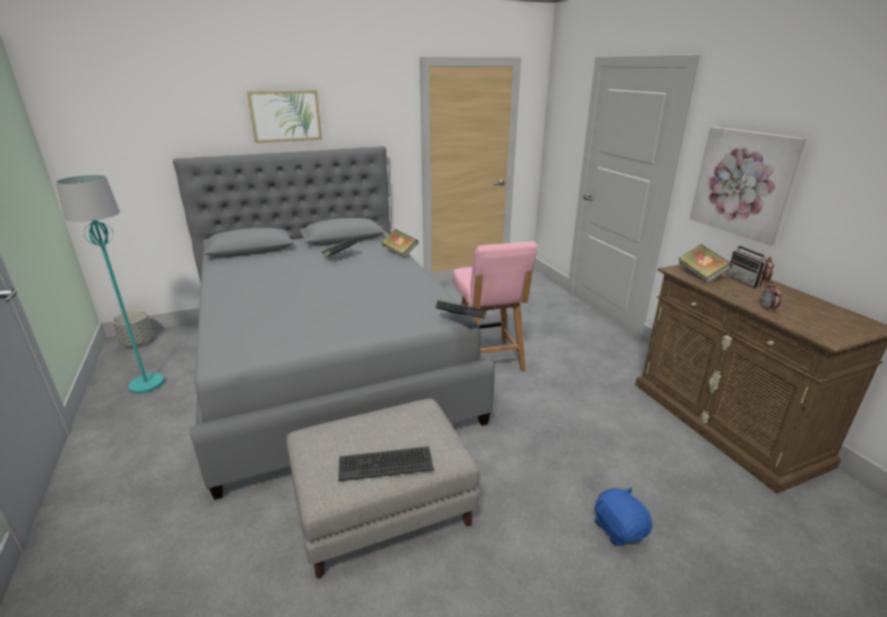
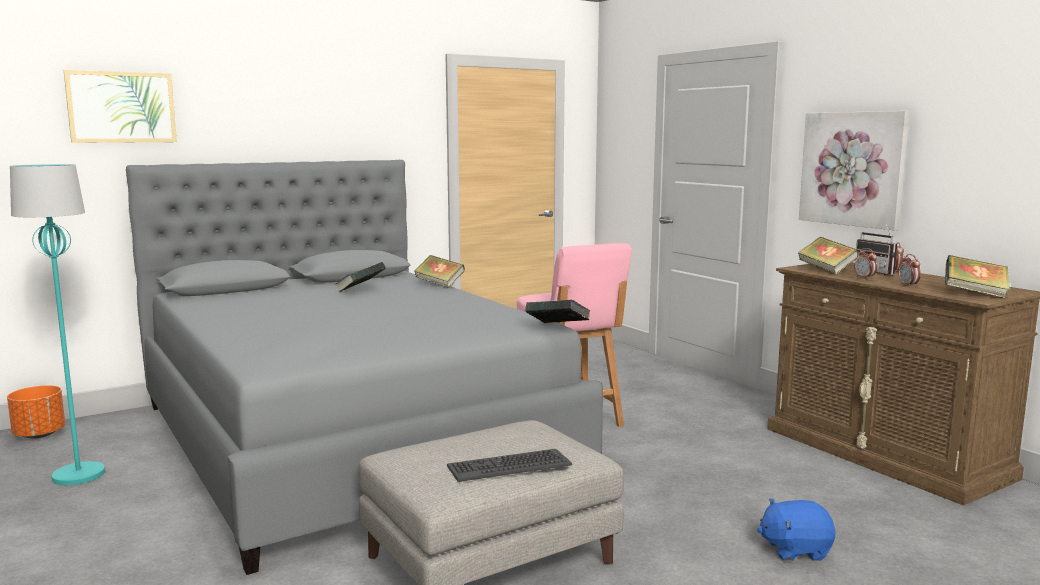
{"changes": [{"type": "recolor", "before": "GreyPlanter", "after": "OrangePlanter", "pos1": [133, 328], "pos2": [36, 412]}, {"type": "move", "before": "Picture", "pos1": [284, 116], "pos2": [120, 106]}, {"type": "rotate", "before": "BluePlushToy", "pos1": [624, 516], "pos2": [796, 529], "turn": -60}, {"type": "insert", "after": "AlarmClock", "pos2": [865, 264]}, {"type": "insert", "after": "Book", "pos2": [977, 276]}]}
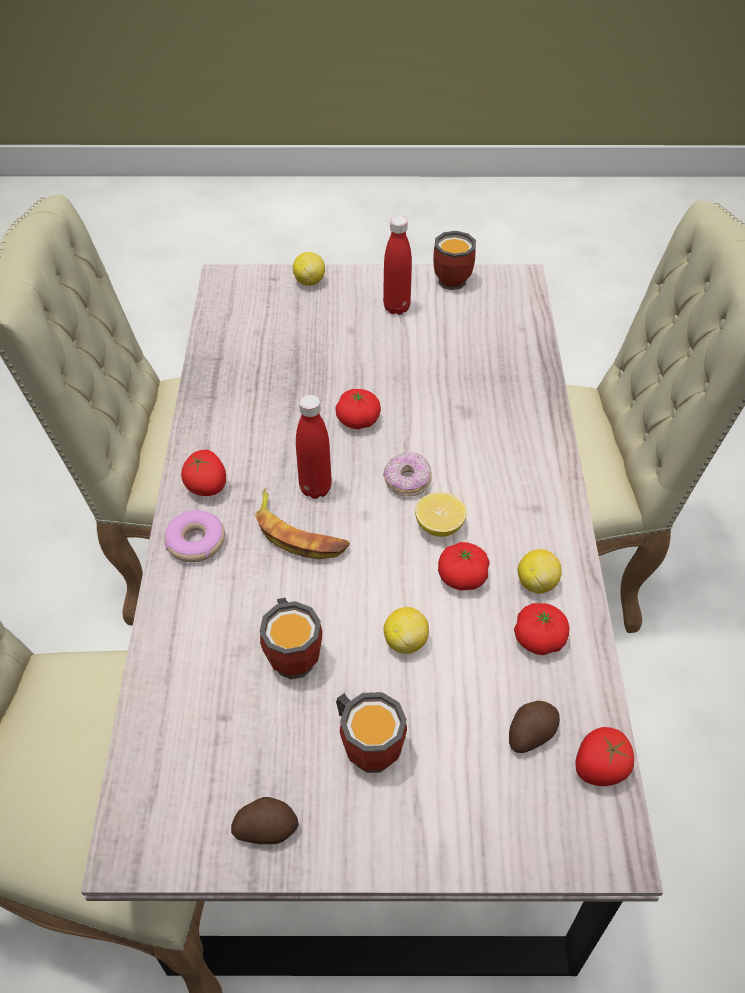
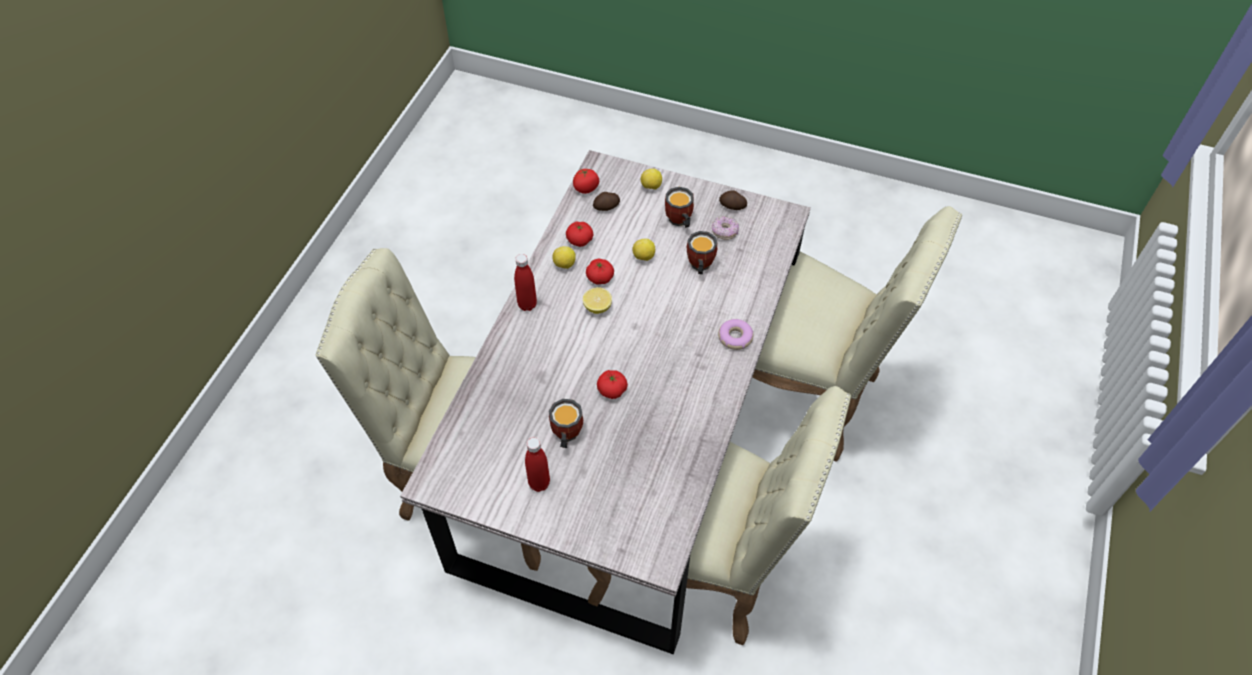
{"changes": [{"type": "delete", "before": "Tomato", "pos1": [203, 473]}, {"type": "delete", "before": "Banana", "pos1": [302, 523]}, {"type": "move", "before": "Lemon", "pos1": [309, 269], "pos2": [651, 179]}, {"type": "move", "before": "RedBottle", "pos1": [314, 447], "pos2": [525, 282]}, {"type": "move", "before": "Donut", "pos1": [407, 473], "pos2": [725, 228]}, {"type": "move", "before": "Mug", "pos1": [454, 260], "pos2": [566, 423]}]}
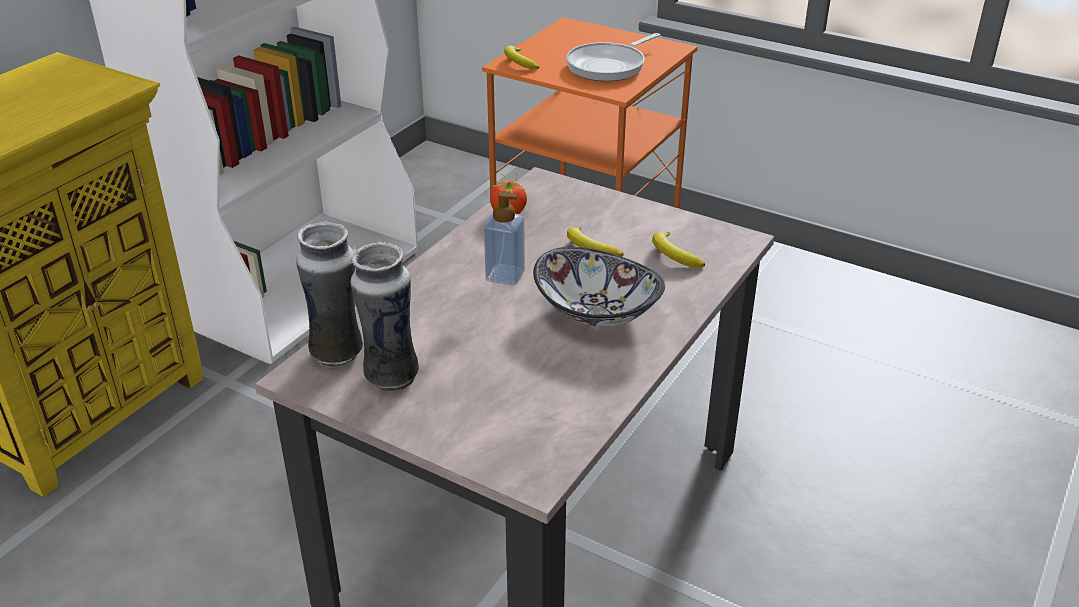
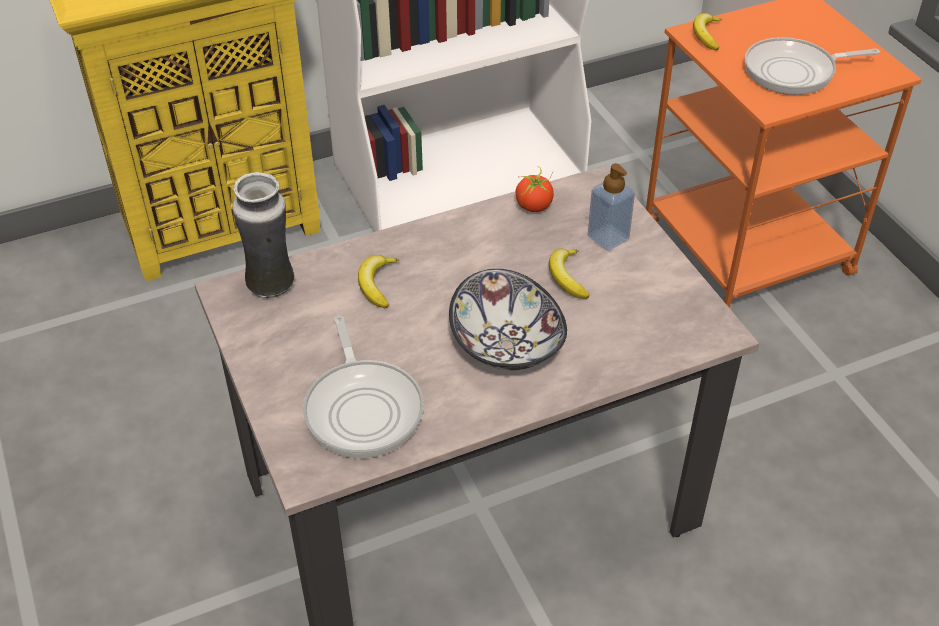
{"changes": [{"type": "delete", "before": "Vase", "pos1": [385, 317]}, {"type": "move", "before": "SoapDispenser", "pos1": [504, 238], "pos2": [611, 207]}, {"type": "move", "before": "Banana", "pos1": [678, 250], "pos2": [378, 281]}, {"type": "insert", "after": "FryingPan", "pos2": [363, 387]}]}
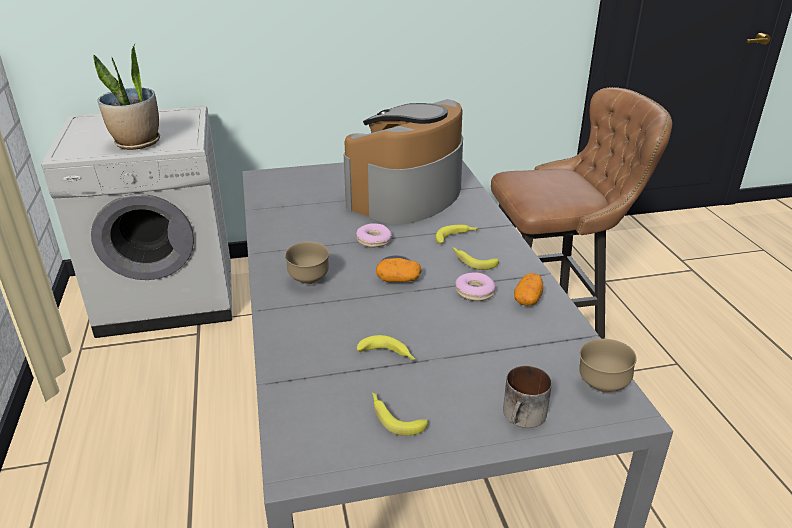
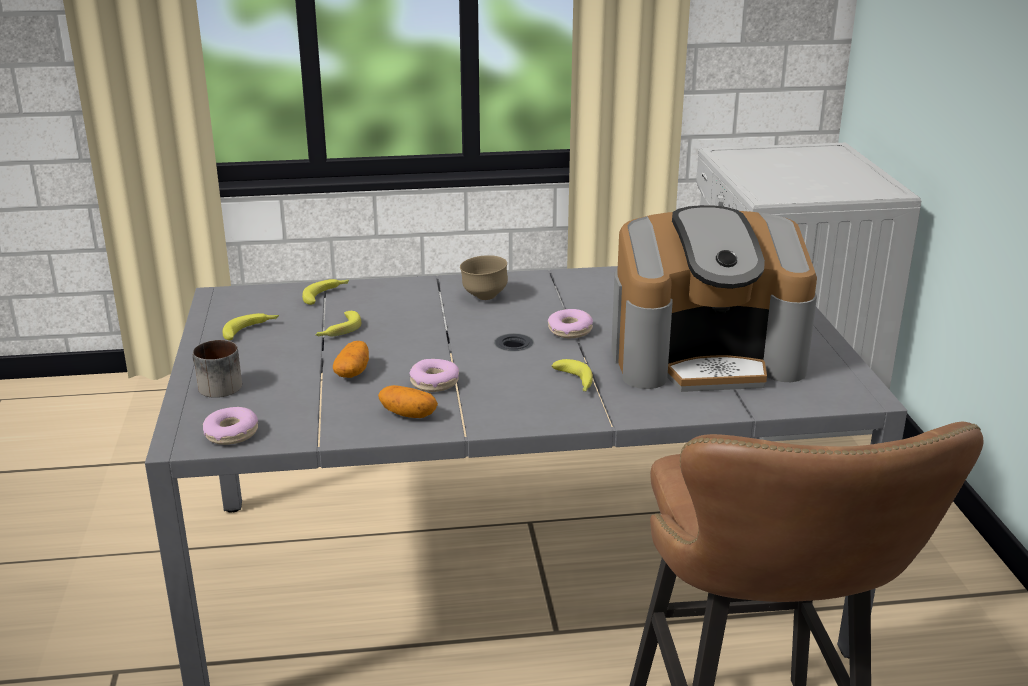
{"changes": [{"type": "delete", "before": "PottedPlant", "pos1": [126, 97]}, {"type": "rotate", "before": "CoffeeMachine", "pos1": [403, 161], "pos2": [714, 298], "turn": 135}, {"type": "move", "before": "Potato", "pos1": [398, 270], "pos2": [351, 359]}, {"type": "move", "before": "Banana", "pos1": [475, 258], "pos2": [325, 292]}, {"type": "replace", "before": "BrownBowl", "after": "Donut", "pos1": [608, 366], "pos2": [230, 426]}]}
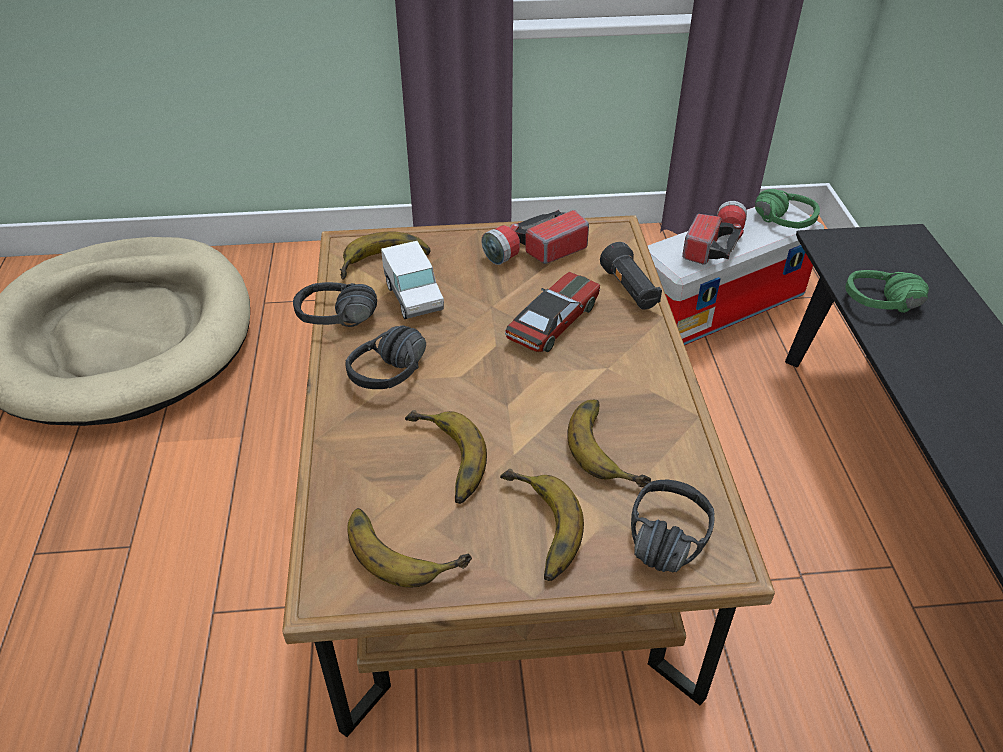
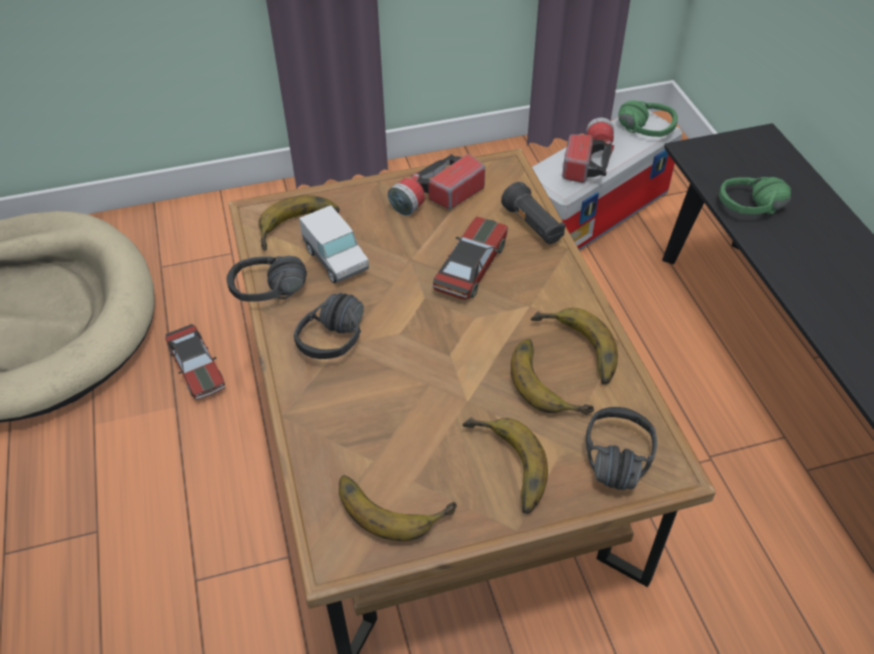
{"changes": [{"type": "move", "before": "Banana", "pos1": [446, 457], "pos2": [574, 346]}, {"type": "insert", "after": "ToyCar", "pos2": [195, 362]}]}
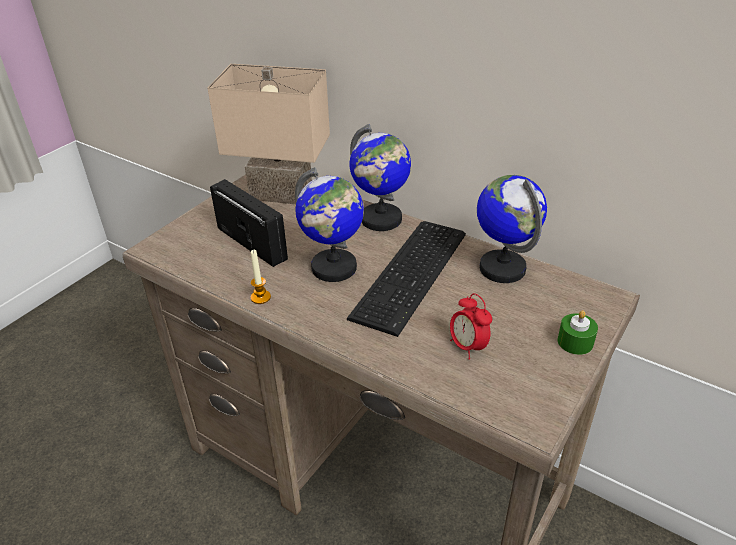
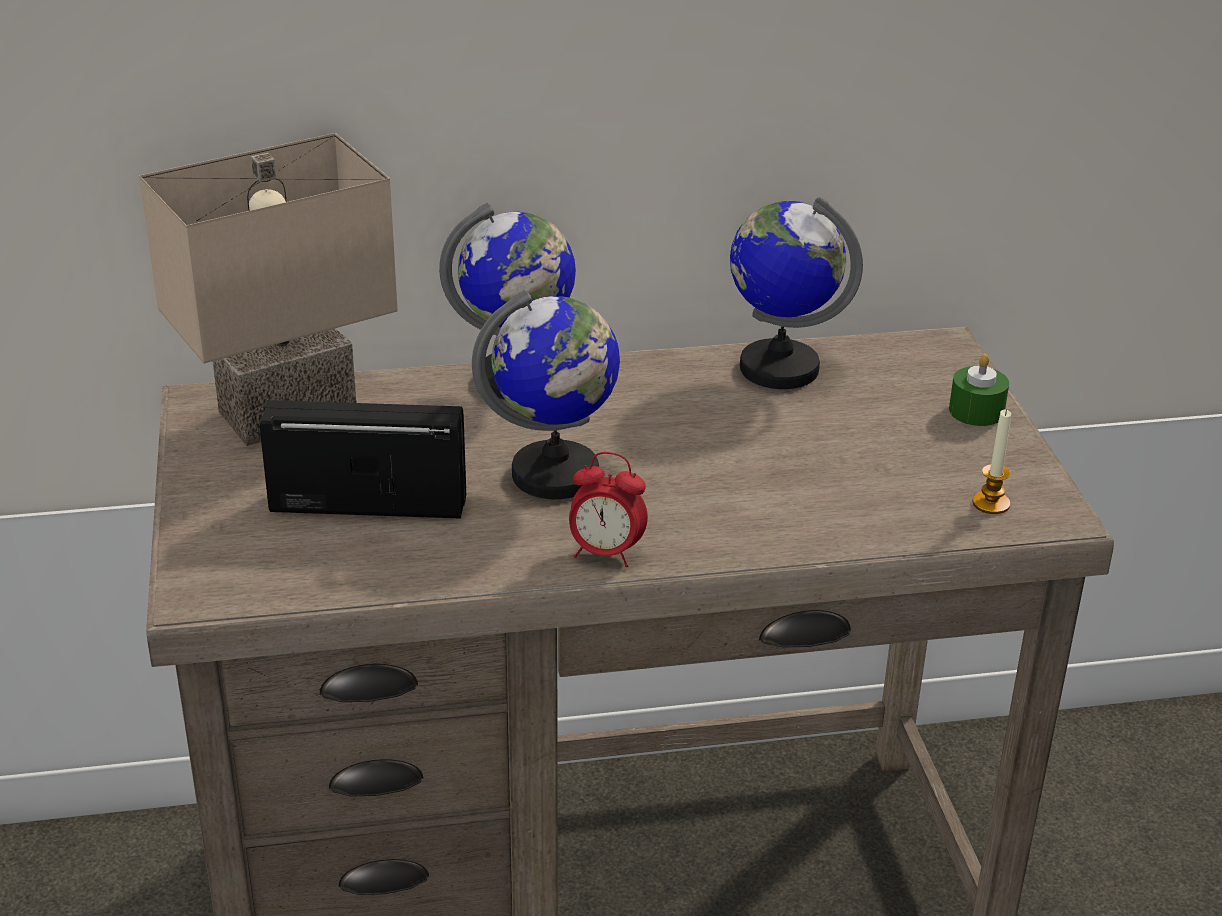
{"changes": [{"type": "move", "before": "Candle", "pos1": [261, 277], "pos2": [991, 461]}, {"type": "delete", "before": "Keyboard", "pos1": [406, 279]}, {"type": "move", "before": "AlarmClock", "pos1": [471, 326], "pos2": [608, 509]}]}
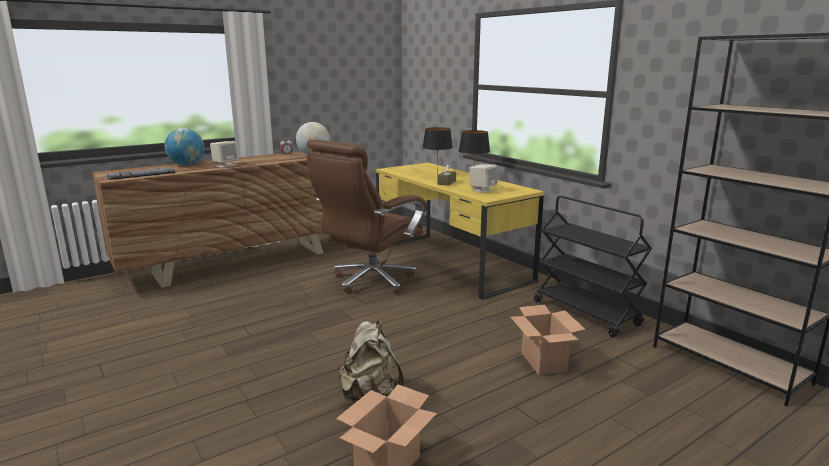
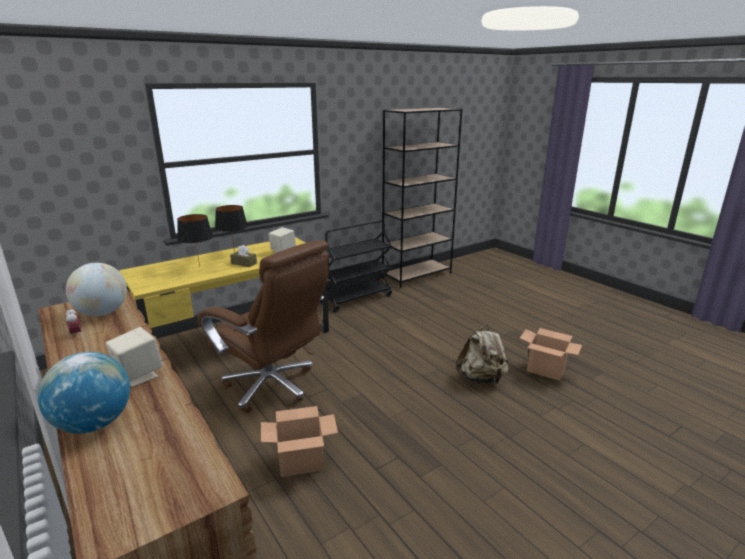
{"changes": [{"type": "delete", "before": "Keyboard", "pos1": [140, 173]}, {"type": "move", "before": "CardboardBox", "pos1": [548, 340], "pos2": [299, 441]}]}
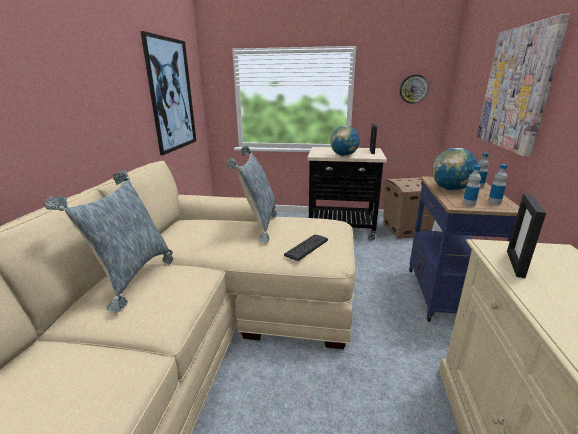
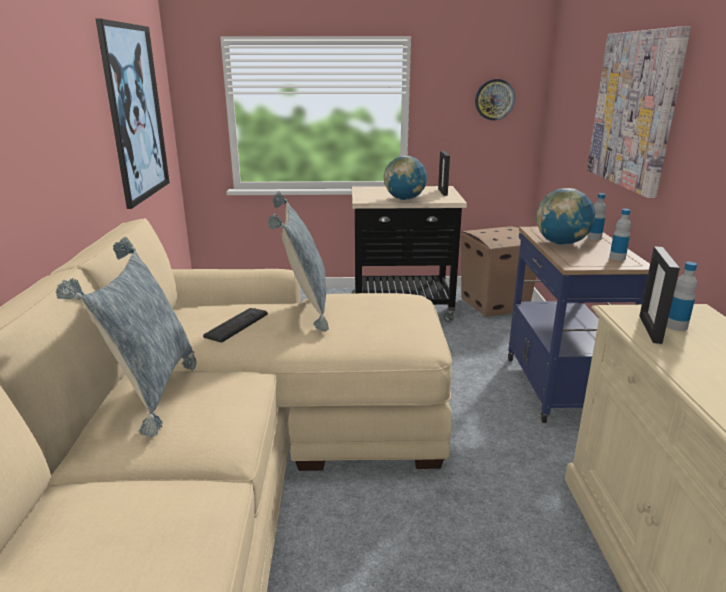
{"changes": [{"type": "move", "before": "Keyboard", "pos1": [306, 247], "pos2": [235, 325]}, {"type": "move", "before": "Bottle", "pos1": [472, 185], "pos2": [681, 296]}]}
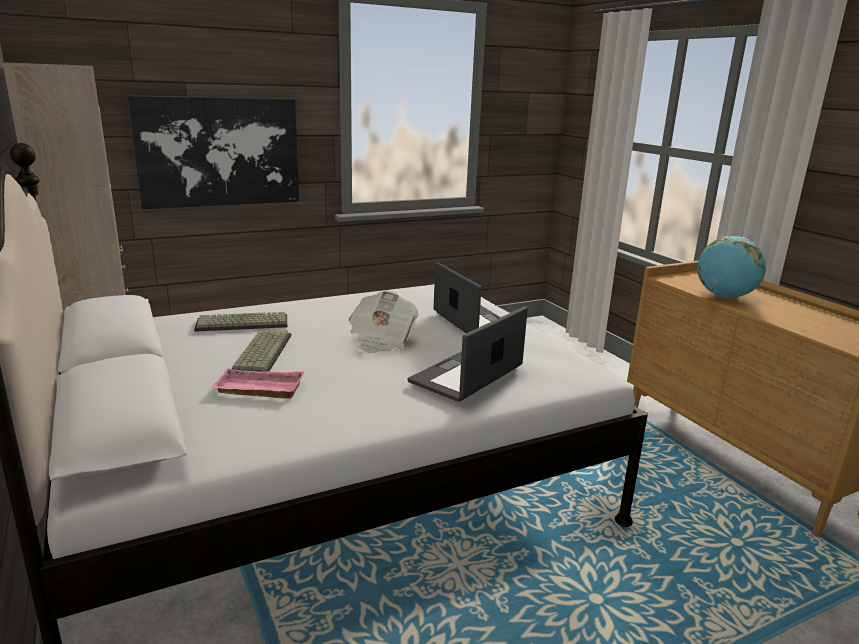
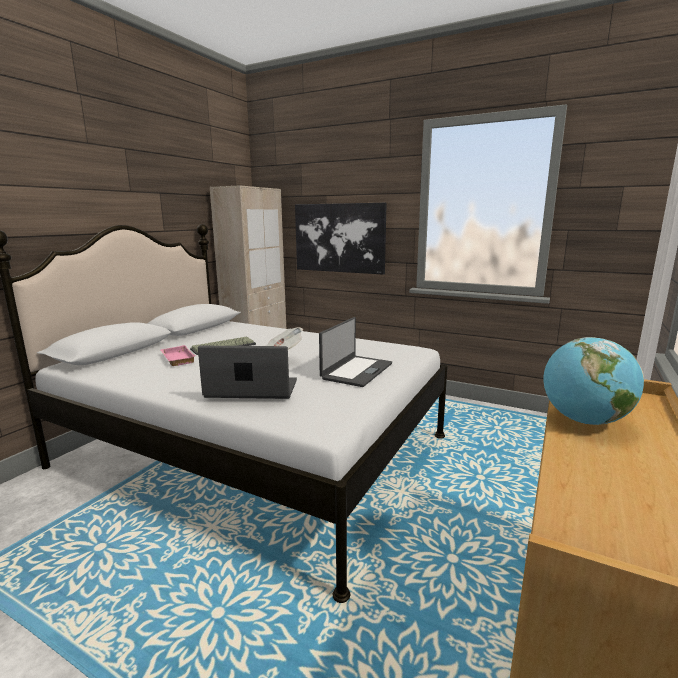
{"changes": [{"type": "delete", "before": "Keyboard", "pos1": [240, 322]}]}
